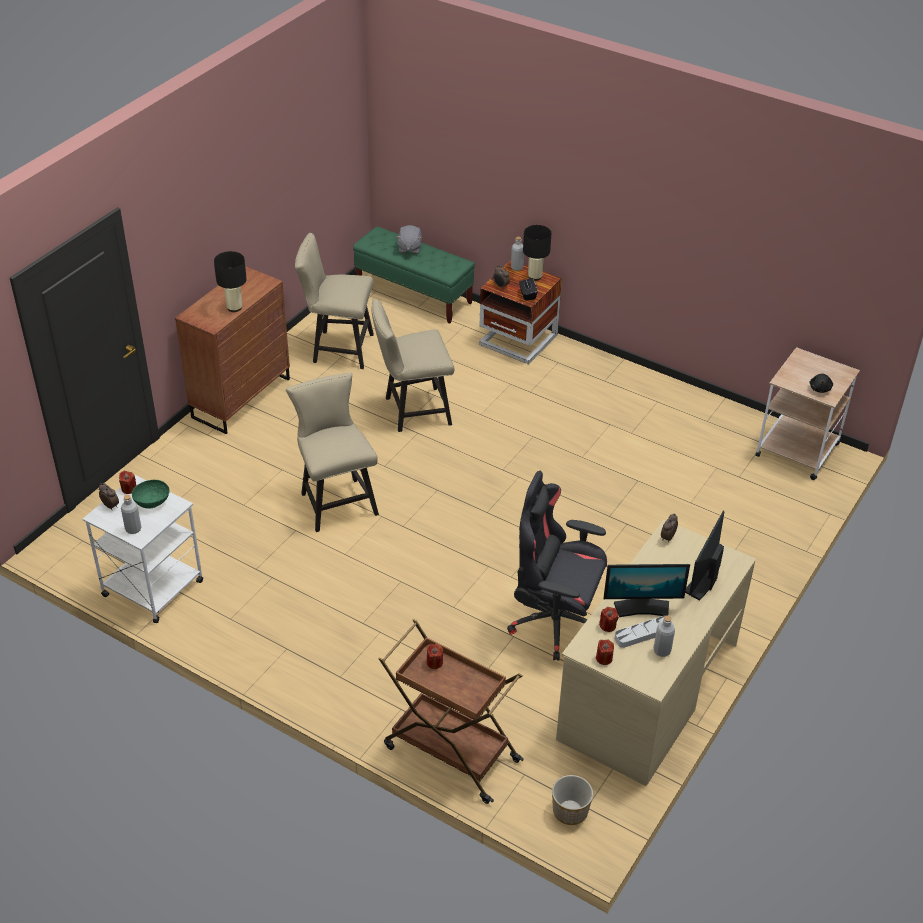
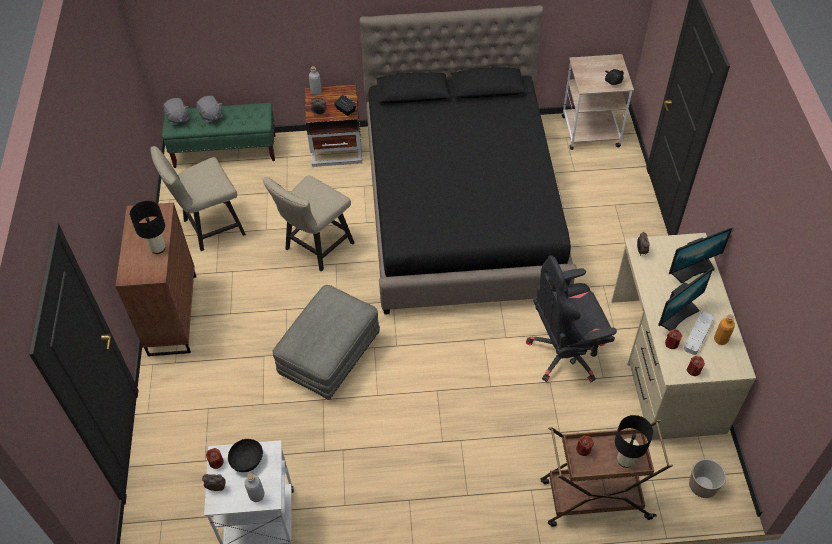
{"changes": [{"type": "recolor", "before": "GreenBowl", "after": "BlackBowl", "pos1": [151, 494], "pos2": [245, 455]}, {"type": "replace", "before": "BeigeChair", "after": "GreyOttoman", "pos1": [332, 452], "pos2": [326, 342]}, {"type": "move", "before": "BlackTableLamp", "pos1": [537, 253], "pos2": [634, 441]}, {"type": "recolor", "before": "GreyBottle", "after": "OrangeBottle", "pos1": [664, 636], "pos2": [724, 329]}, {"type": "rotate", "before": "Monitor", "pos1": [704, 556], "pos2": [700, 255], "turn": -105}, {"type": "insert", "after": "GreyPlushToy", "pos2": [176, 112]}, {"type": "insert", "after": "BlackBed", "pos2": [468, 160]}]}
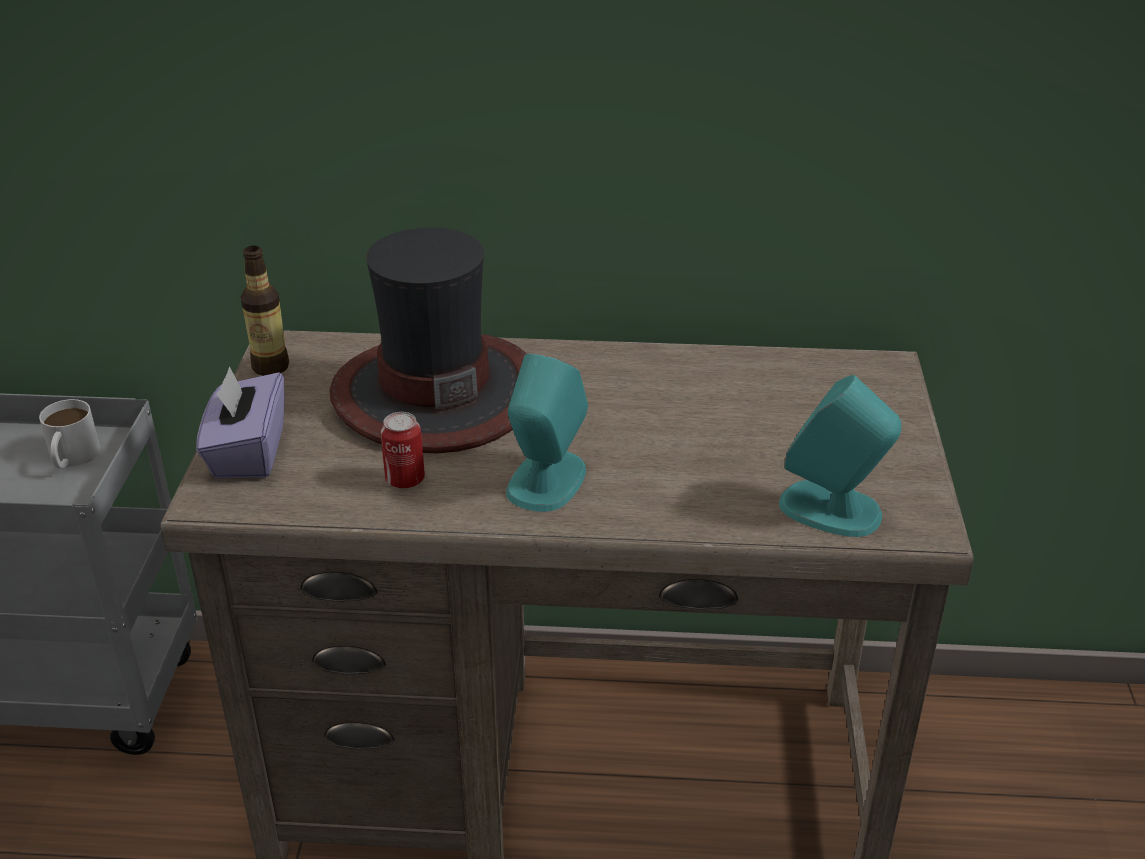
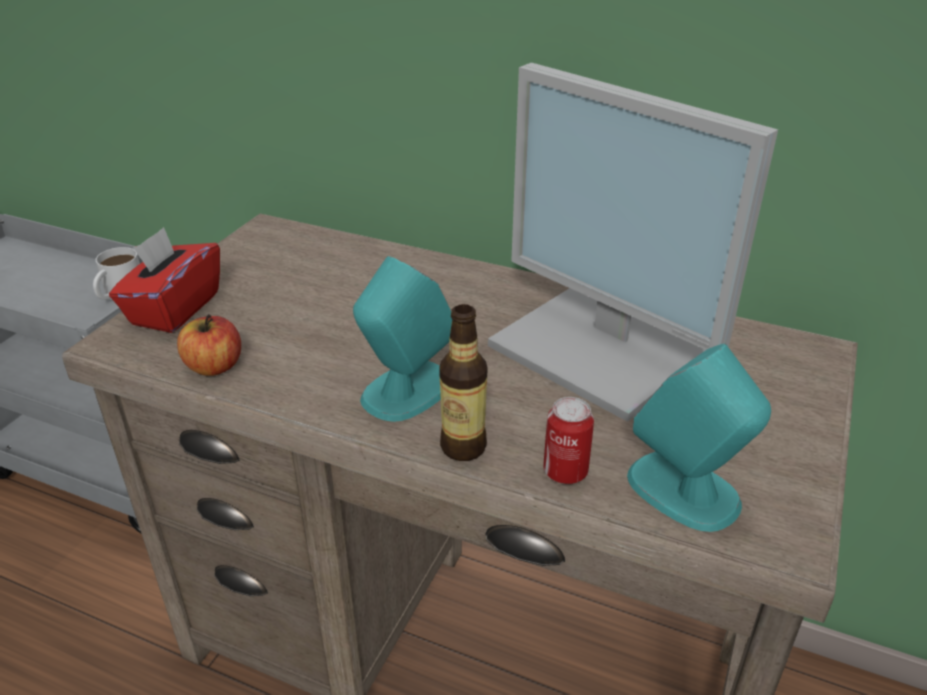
{"changes": [{"type": "recolor", "before": "PurpleTissueBox", "after": "RedTissueBox", "pos1": [240, 422], "pos2": [164, 280]}, {"type": "move", "before": "Bottle", "pos1": [265, 311], "pos2": [463, 382]}, {"type": "delete", "before": "Hat", "pos1": [428, 340]}, {"type": "move", "before": "Can", "pos1": [403, 450], "pos2": [568, 440]}, {"type": "insert", "after": "Apple", "pos2": [209, 345]}, {"type": "insert", "after": "Monitor", "pos2": [633, 242]}]}
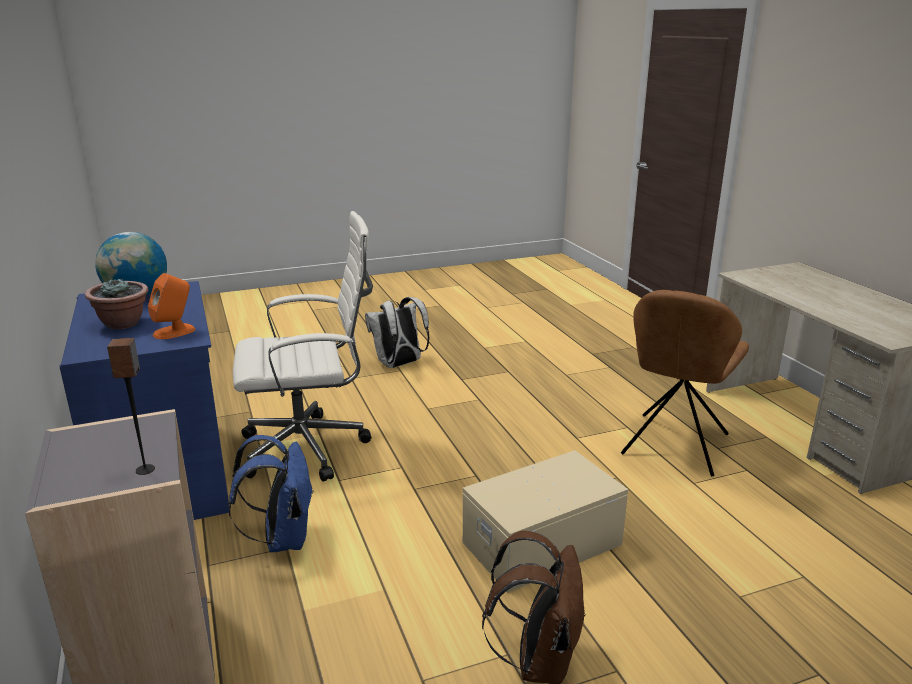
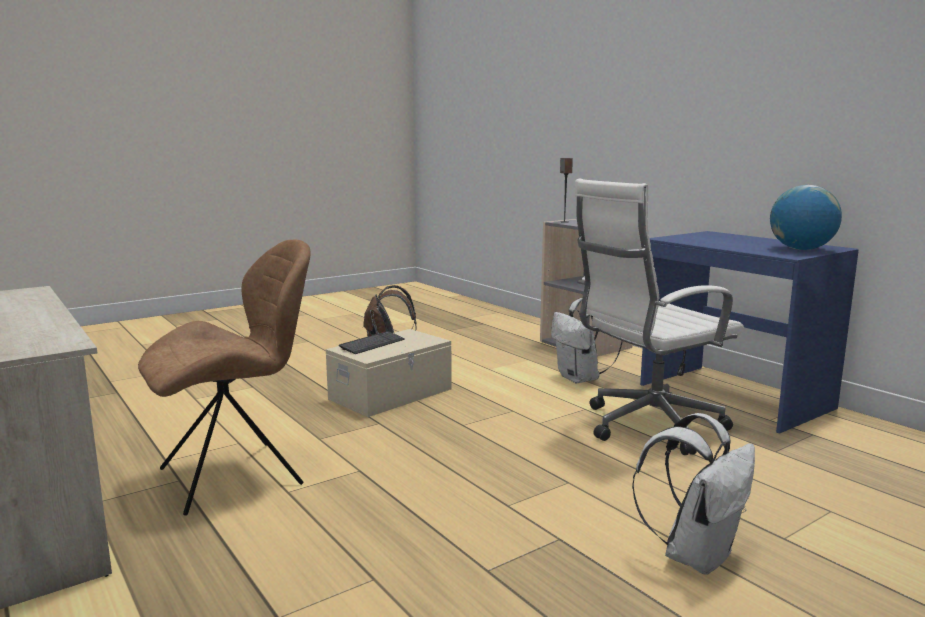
{"changes": [{"type": "delete", "before": "PottedPlant", "pos1": [116, 303]}, {"type": "delete", "before": "OrangeSpeaker", "pos1": [171, 306]}, {"type": "recolor", "before": "BlueBackpack", "after": "WhiteBackpack", "pos1": [271, 493], "pos2": [587, 340]}, {"type": "rotate", "before": "BrownChair", "pos1": [685, 383], "pos2": [224, 378], "turn": 45}, {"type": "insert", "after": "Keyboard", "pos2": [372, 342]}]}
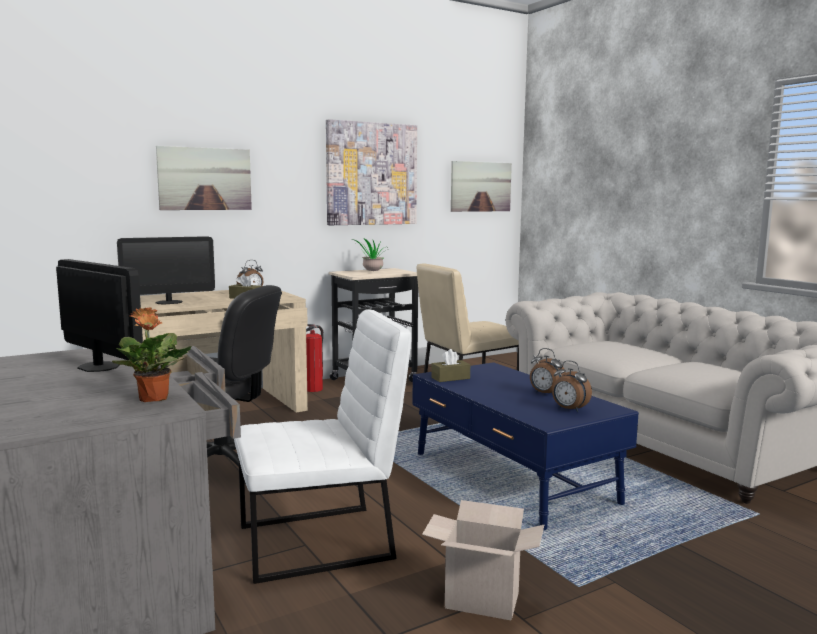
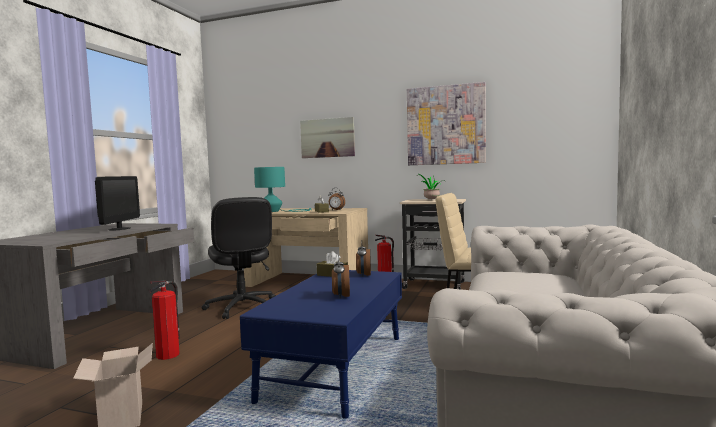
{"changes": [{"type": "delete", "before": "PottedPlant", "pos1": [152, 354]}, {"type": "replace", "before": "Monitor", "after": "TurquoiseTableLamp", "pos1": [166, 270], "pos2": [282, 189]}, {"type": "replace", "before": "WhiteChair", "after": "FireExtinguisher", "pos1": [323, 446], "pos2": [164, 320]}, {"type": "delete", "before": "Picture", "pos1": [481, 186]}, {"type": "move", "before": "AlarmClock", "pos1": [572, 386], "pos2": [363, 258]}]}
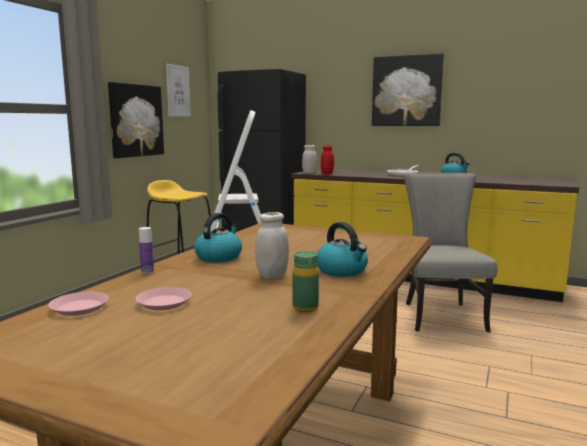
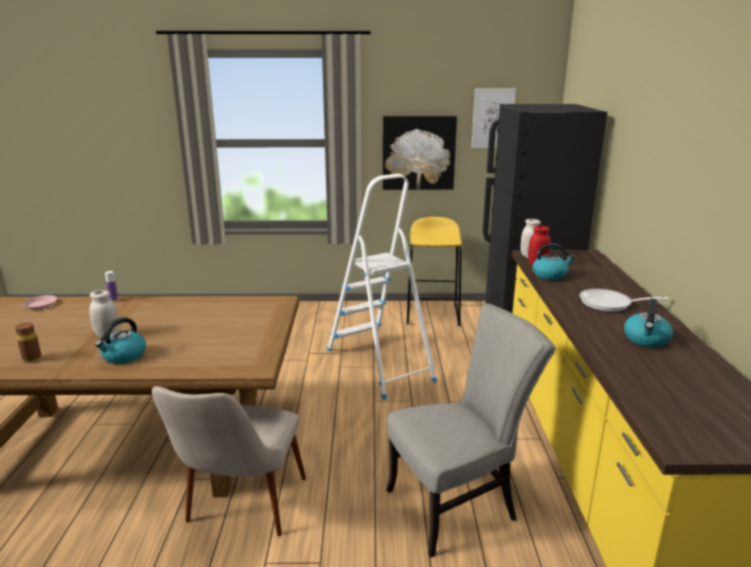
{"changes": [{"type": "delete", "before": "PinkPlate", "pos1": [164, 298]}, {"type": "move", "before": "Kettle", "pos1": [218, 237], "pos2": [553, 261]}, {"type": "recolor", "before": "GreenBottle", "after": "BrownBottle", "pos1": [305, 281], "pos2": [28, 343]}, {"type": "delete", "before": "Picture", "pos1": [408, 89]}, {"type": "insert", "after": "BeigeChair", "pos2": [229, 461]}]}
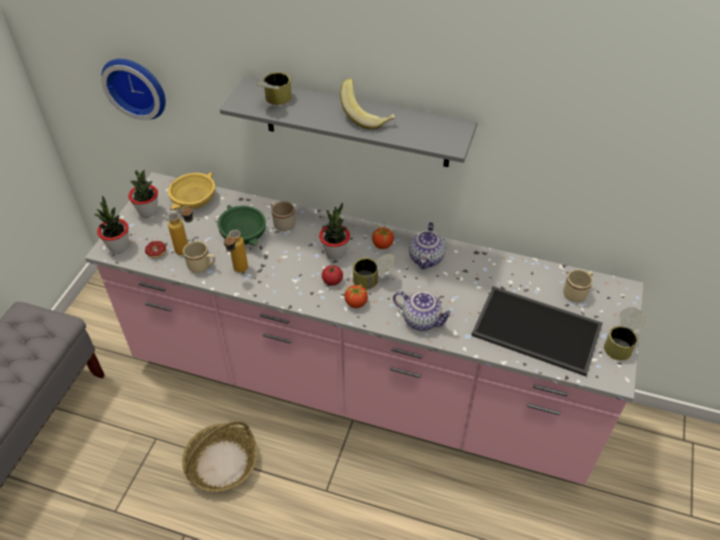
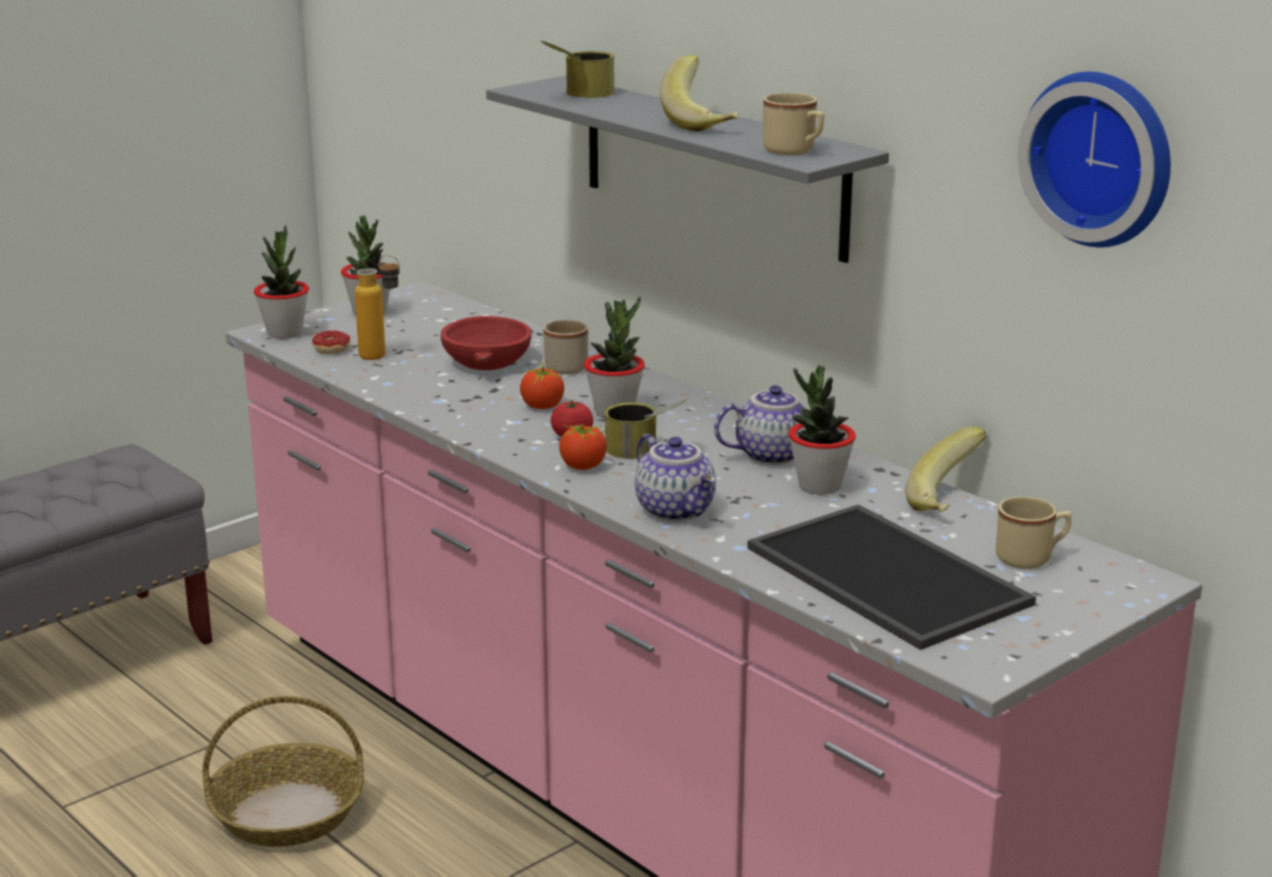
{"changes": [{"type": "move", "before": "WallClock", "pos1": [133, 89], "pos2": [1094, 159]}, {"type": "delete", "before": "YellowBowl", "pos1": [191, 191]}, {"type": "move", "before": "BeigeMug", "pos1": [199, 257], "pos2": [793, 124]}, {"type": "recolor", "before": "GreenBowl", "after": "RedBowl", "pos1": [241, 225], "pos2": [486, 343]}, {"type": "delete", "before": "Bottle", "pos1": [236, 251]}, {"type": "move", "before": "Tomato", "pos1": [383, 236], "pos2": [542, 384]}, {"type": "rotate", "before": "Teapot", "pos1": [427, 245], "pos2": [772, 425], "turn": -150}, {"type": "delete", "before": "Can", "pos1": [624, 334]}, {"type": "insert", "after": "PottedPlant", "pos2": [822, 430]}, {"type": "insert", "after": "Banana", "pos2": [946, 469]}]}
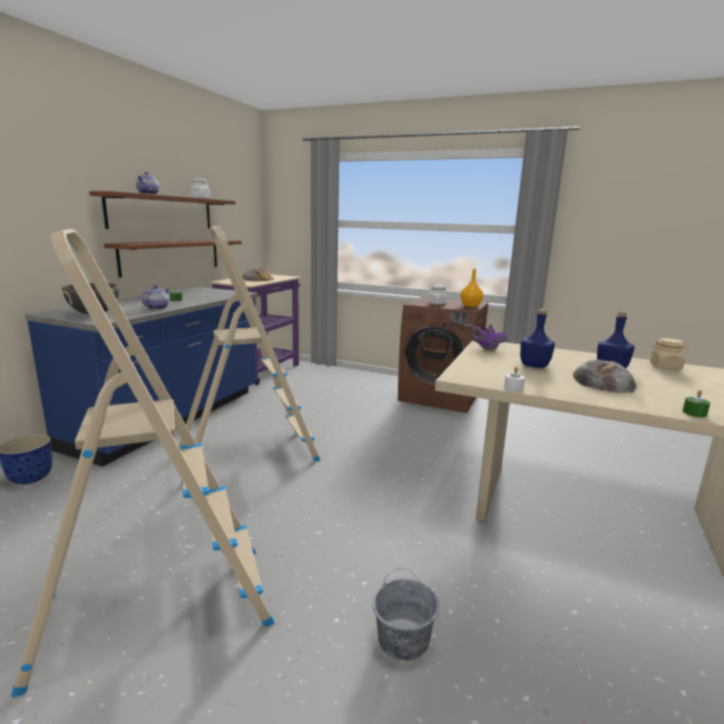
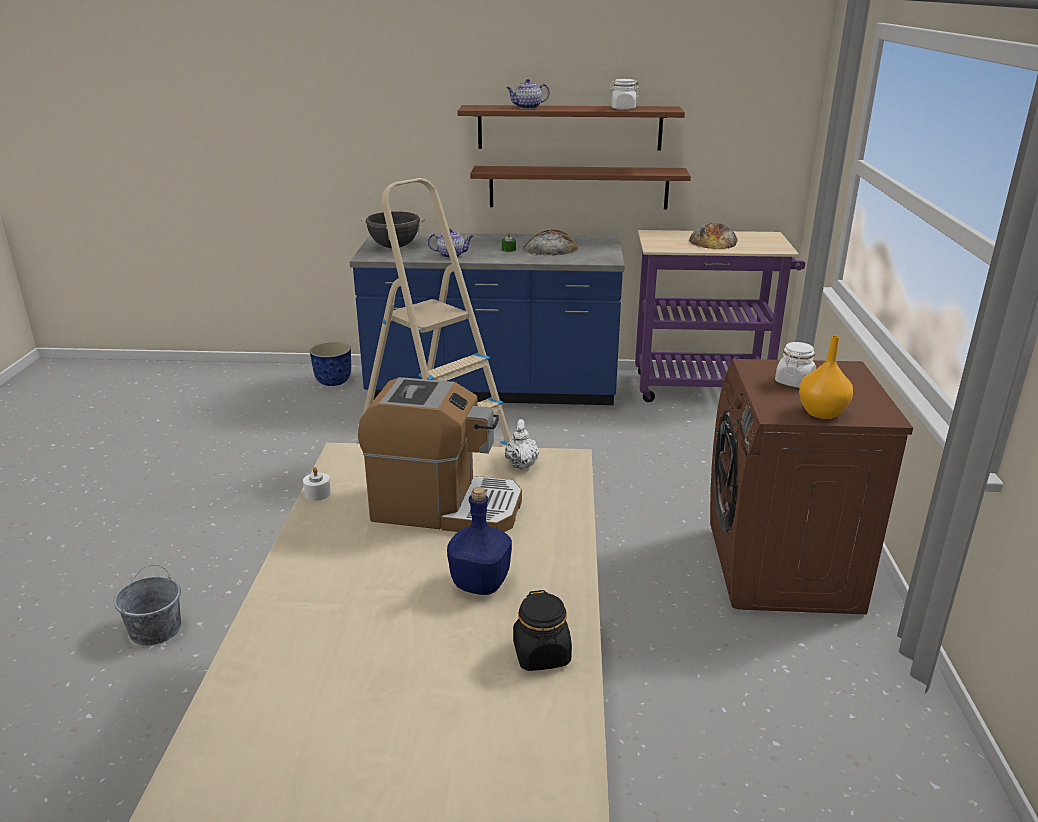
{"changes": [{"type": "delete", "before": "BeigeStepLadder", "pos1": [143, 463]}, {"type": "recolor", "before": "PurpleTeapot", "after": "WhiteTeapot", "pos1": [488, 337], "pos2": [522, 444]}, {"type": "replace", "before": "BlueBottle", "after": "CoffeeMachine", "pos1": [537, 338], "pos2": [440, 454]}, {"type": "move", "before": "Bread", "pos1": [605, 376], "pos2": [550, 242]}, {"type": "recolor", "before": "BeigeJar", "after": "BlackJar", "pos1": [669, 354], "pos2": [542, 630]}, {"type": "delete", "before": "GreenCandle", "pos1": [696, 403]}]}
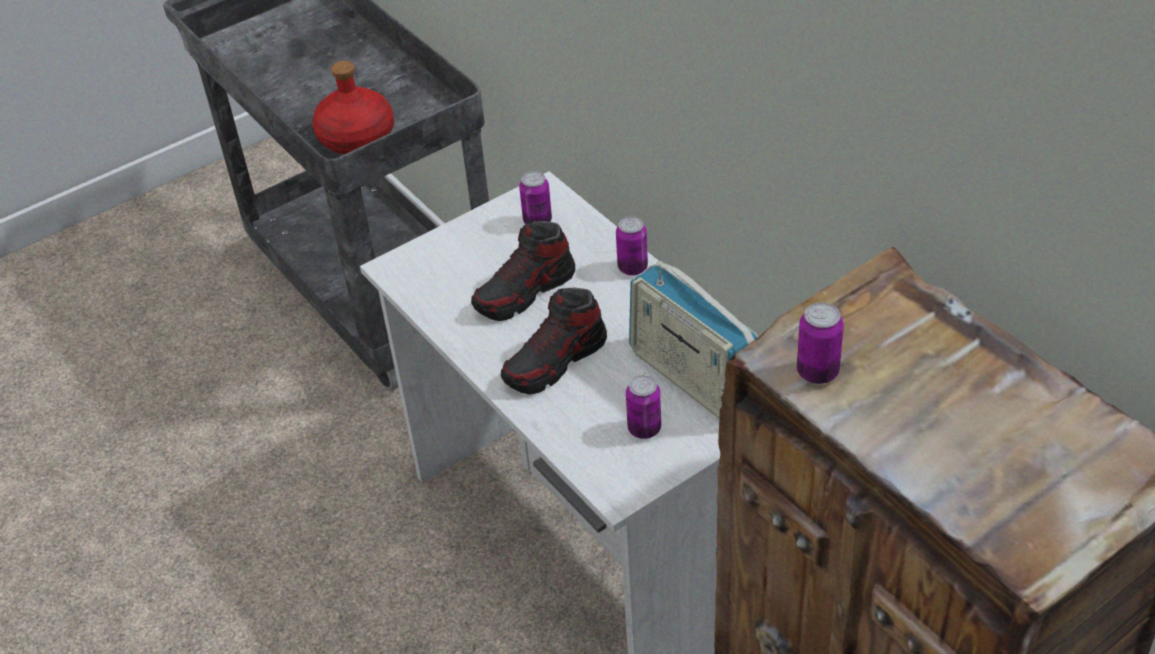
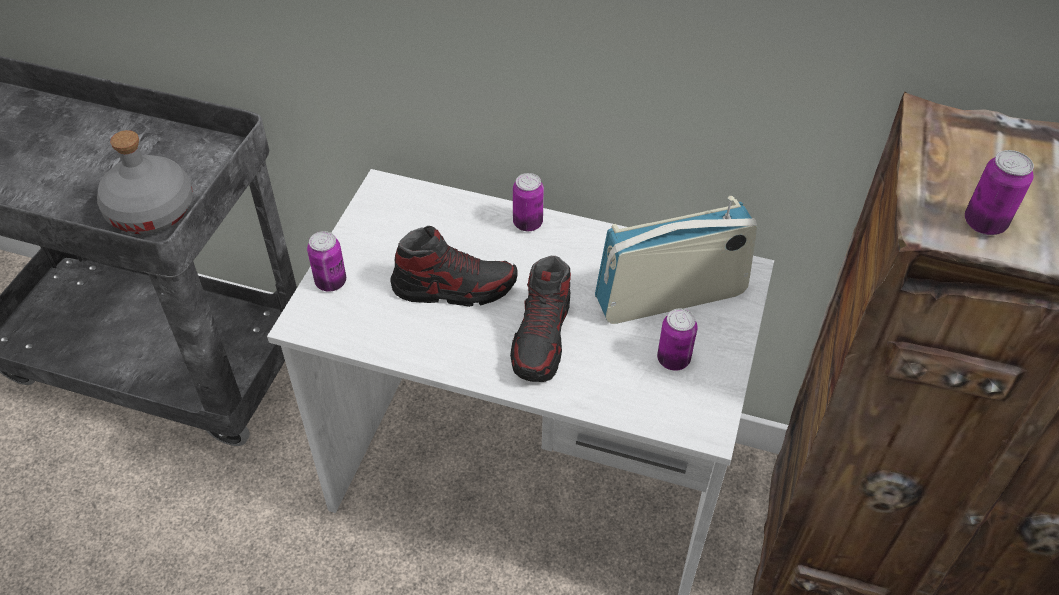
{"changes": [{"type": "recolor", "before": "RedBottle", "after": "GreyBottle", "pos1": [353, 107], "pos2": [145, 182]}, {"type": "rotate", "before": "Shoe", "pos1": [523, 271], "pos2": [454, 266], "turn": -105}, {"type": "move", "before": "Can", "pos1": [535, 197], "pos2": [326, 261]}, {"type": "rotate", "before": "Radio", "pos1": [693, 339], "pos2": [676, 260], "turn": 150}]}
